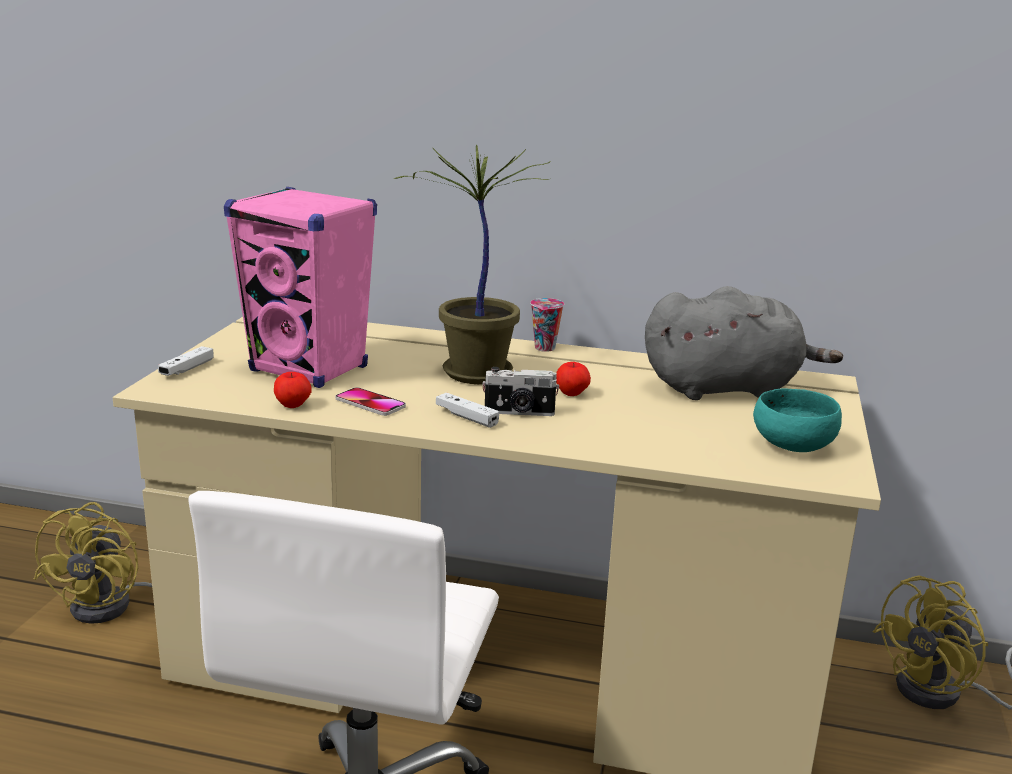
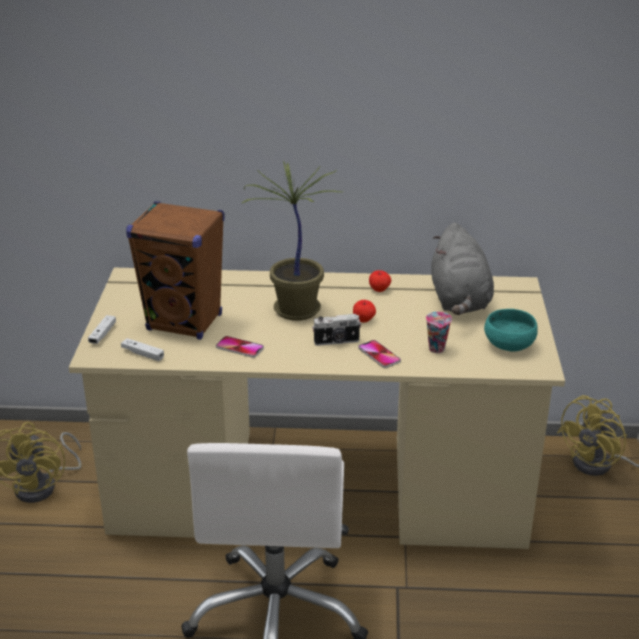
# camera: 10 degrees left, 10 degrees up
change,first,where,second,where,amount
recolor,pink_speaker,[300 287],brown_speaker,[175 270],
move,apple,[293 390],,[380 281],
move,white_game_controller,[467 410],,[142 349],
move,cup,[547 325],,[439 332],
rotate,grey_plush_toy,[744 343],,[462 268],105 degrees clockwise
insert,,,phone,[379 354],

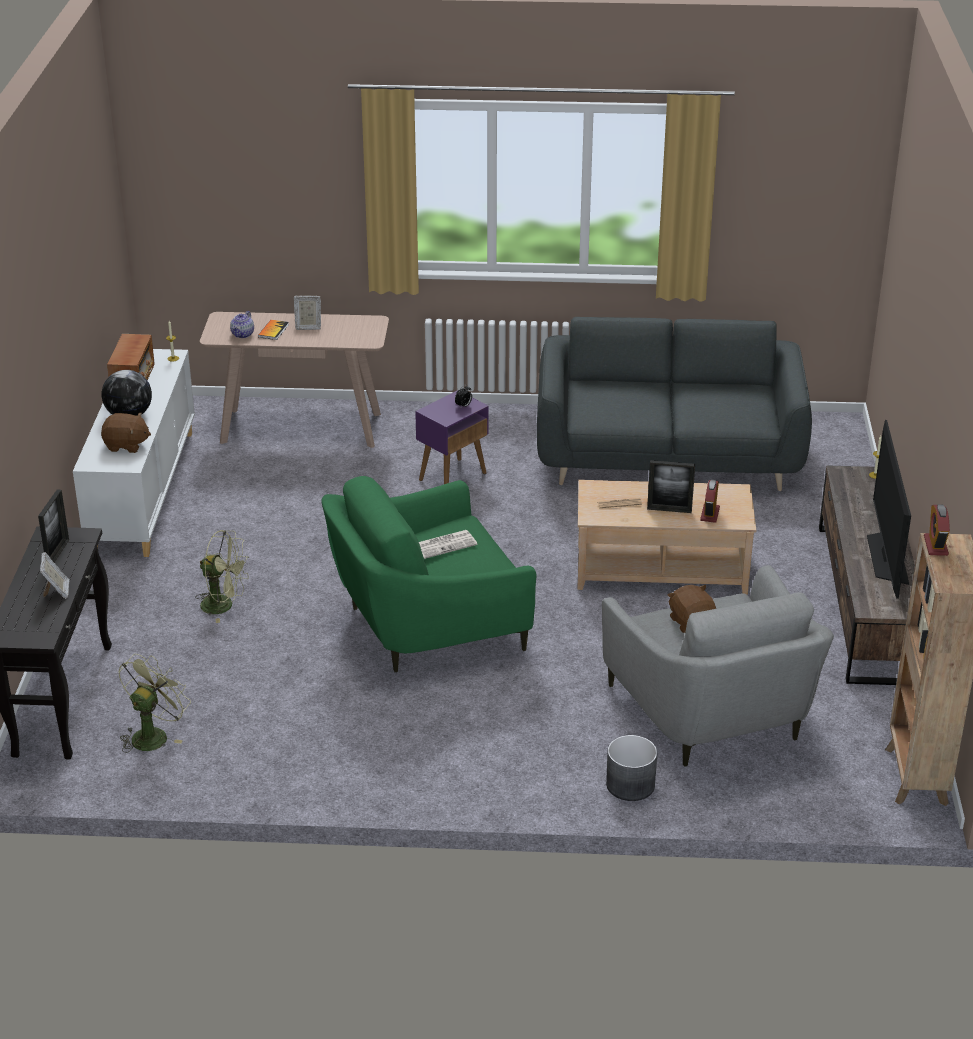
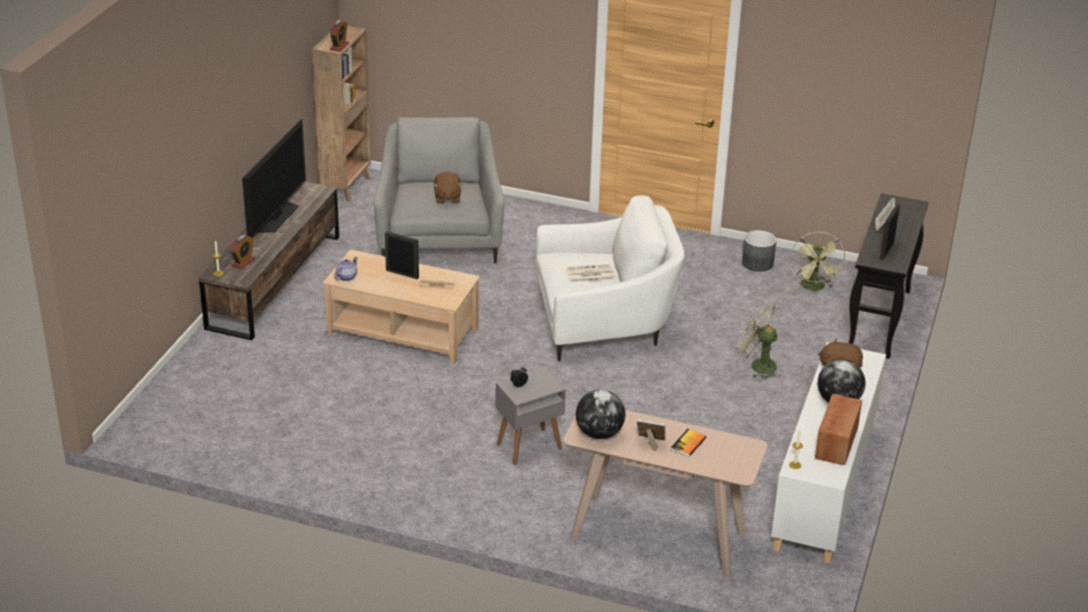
# camera: 165 degrees left, 0 degrees up
change,first,where,second,where,amount
rotate,green_fan,[154 703],,[817 261],45 degrees counterclockwise
move,teapot,[242 324],,[346 269],
recolor,green_armchair,[429 574],white_armchair,[610 279],
recolor,purple_side_table,[452 437],grey_side_table,[530 416],
delete,grey_sofa,[674 404],,,
move,grey_planter,[631 768],,[759 250],
move,alarm_clock,[710 501],,[242 252],
insert,,,globe,[600 414],

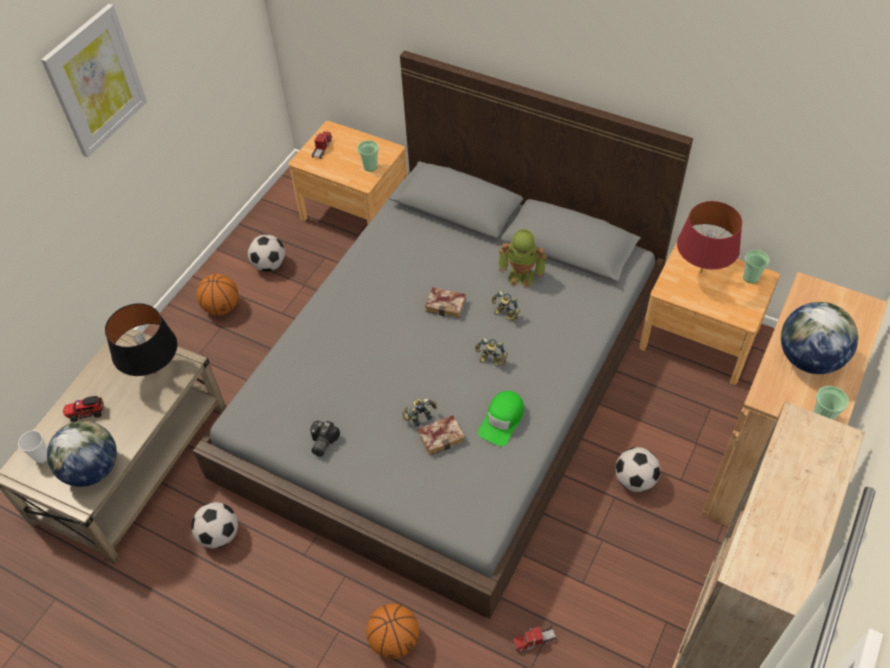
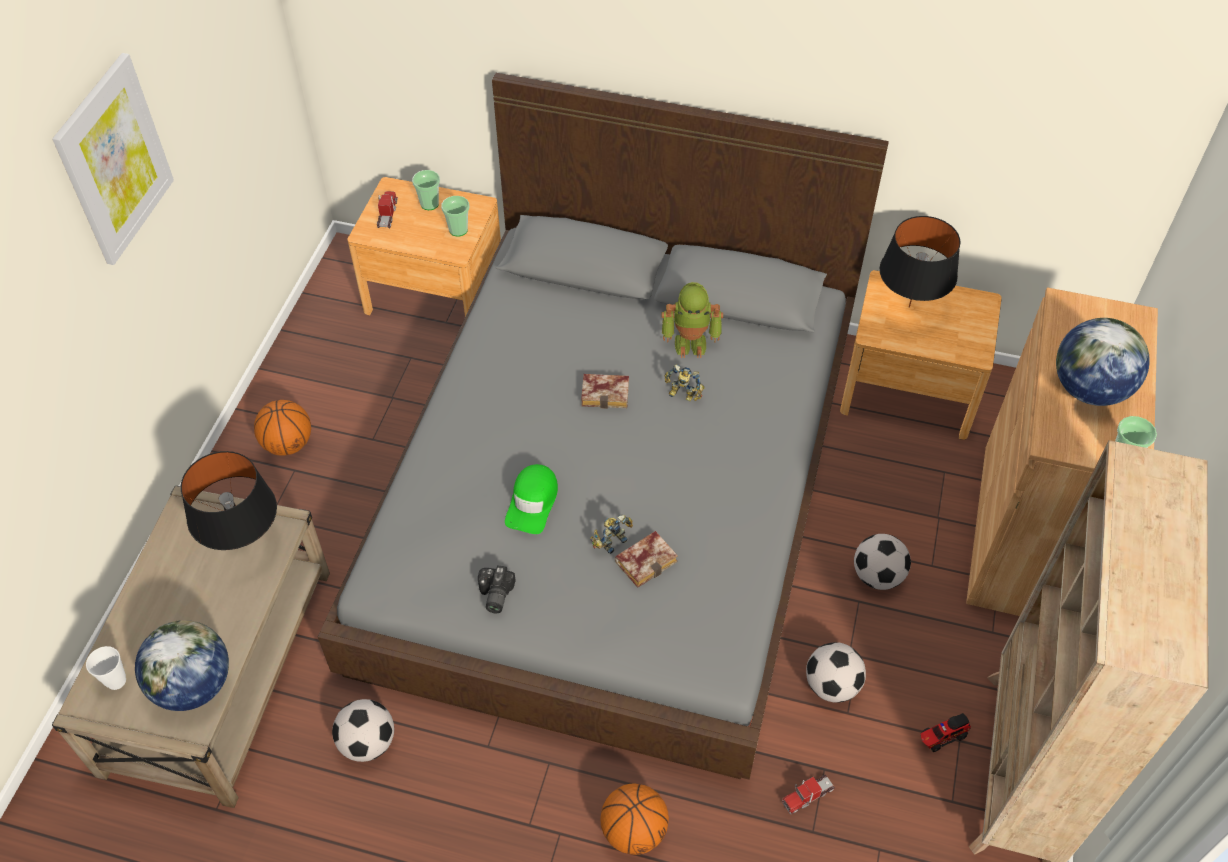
# camera: 15 degrees left, 0 degrees up
change,first,where,second,where,amount
move,toy_truck,[83 409],,[946 732],
move,football,[266 253],,[836 672],
delete,toy_robot,[491 352],,,
move,green_cap,[501 418],,[531 499],
recolor,red_table_lamp,[709 237],black_table_lamp,[920 262],
move,cup,[756 266],,[426 190],

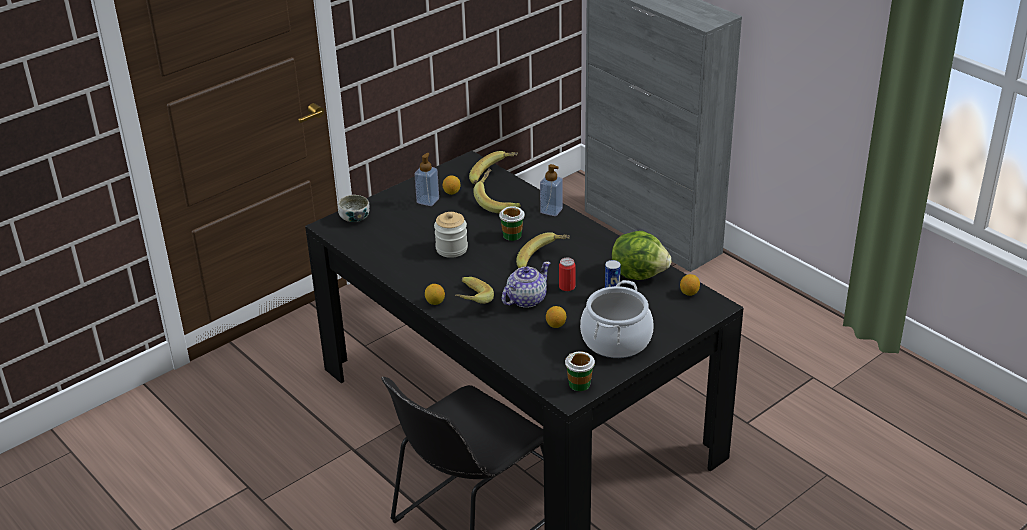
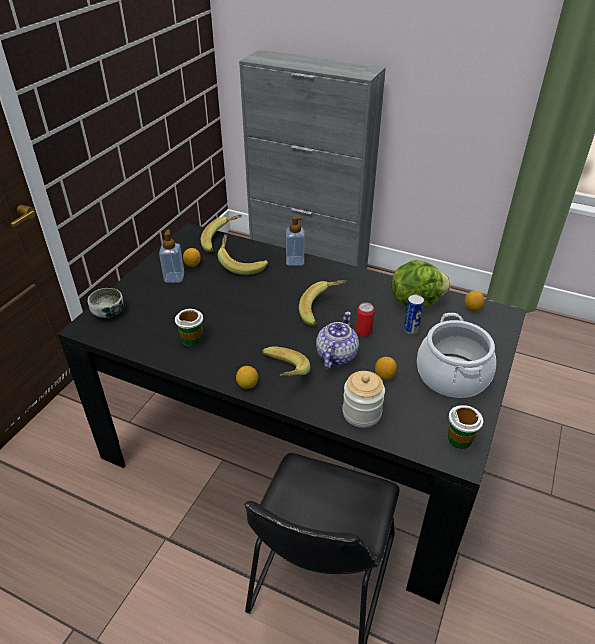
# camera: 25 degrees left, 5 degrees up
change,first,where,second,where,amount
move,jar,[451 235],,[363 399],
move,cup,[512 223],,[189 327],

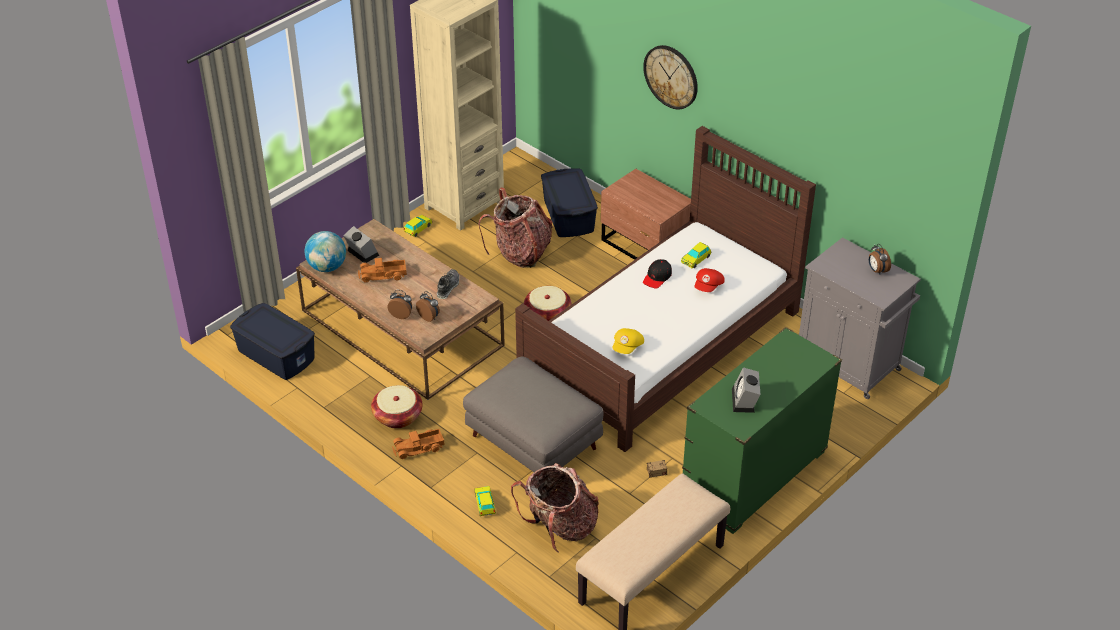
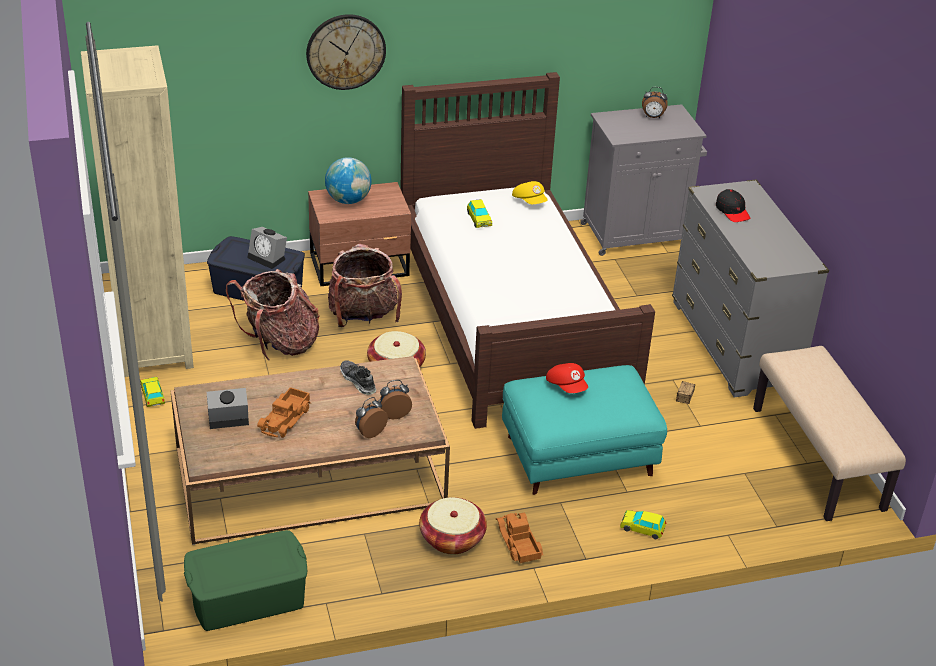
# camera: 60 degrees left, 5 degrees down
change,first,where,second,where,amount
recolor,blue_storage_box,[272 341],green_storage_box,[245 580],
move,globe,[325 251],,[348 180],
rotate,toy_truck,[418 444],,[519 538],150 degrees clockwise
recolor,grey_ottoman,[533 414],turquoise_ottoman,[584 430],
move,backpack,[555 507],,[365 285],
move,yellow_cap,[628 341],,[530 192],
move,black_cap,[657 274],,[733 205],
recolor,green_dresser,[762 430],grey_dresser,[750 288],
move,red_cap,[709 280],,[567 378],
move,alarm_clock,[746 390],,[267 248],

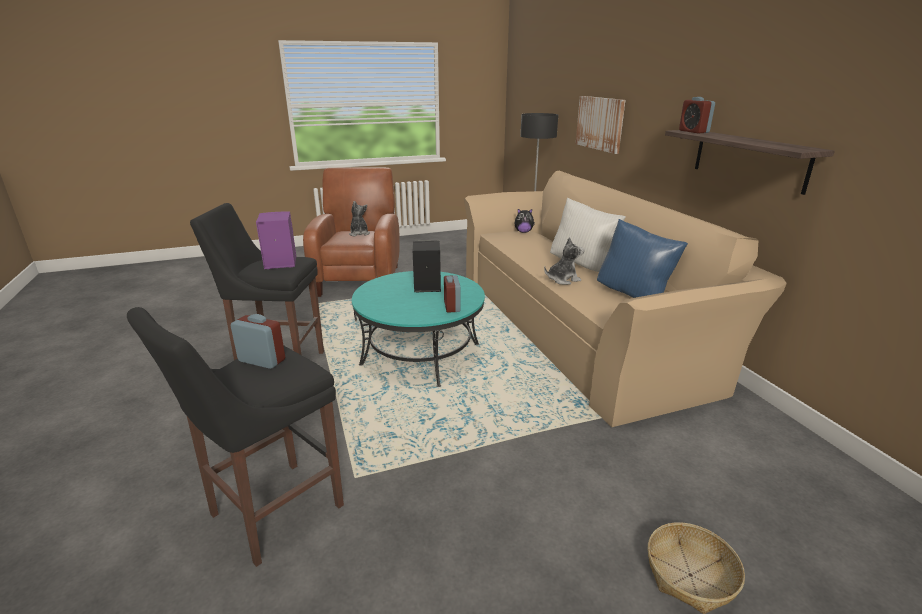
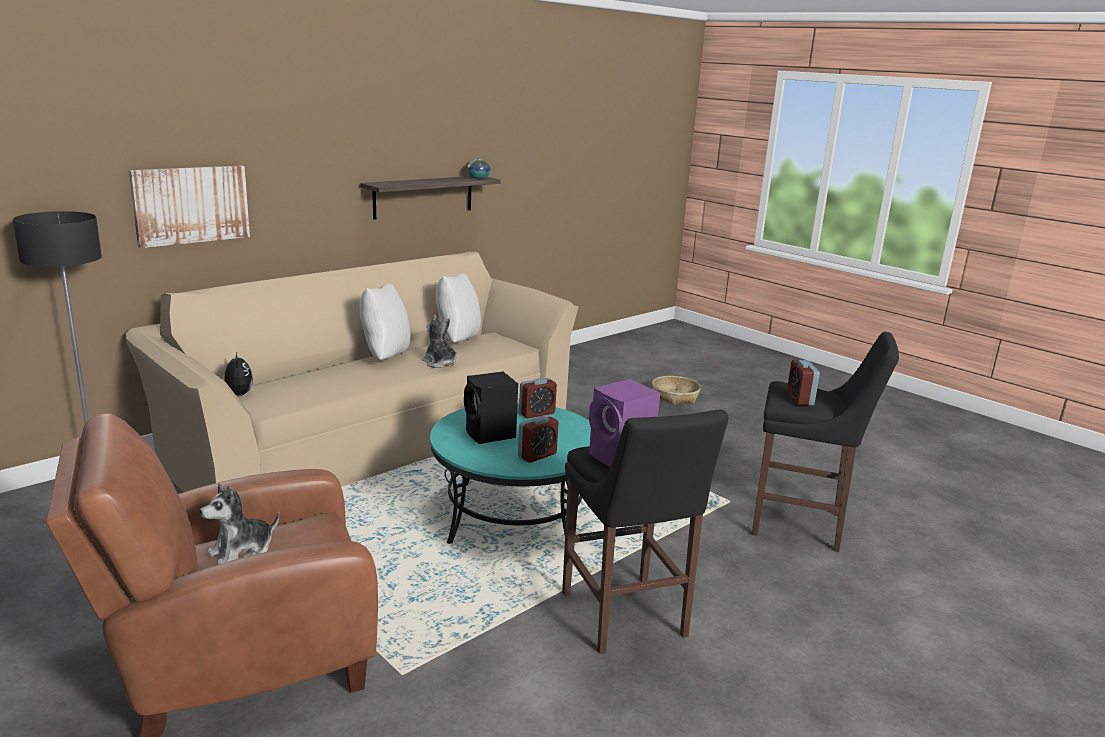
# camera: 115 degrees left, 5 degrees down
change,first,where,second,where,amount
recolor,blue_pillow,[642 258],white_pillow,[458 308],
move,alarm_clock,[697 115],,[538 439],
insert,,,vase,[479 168],

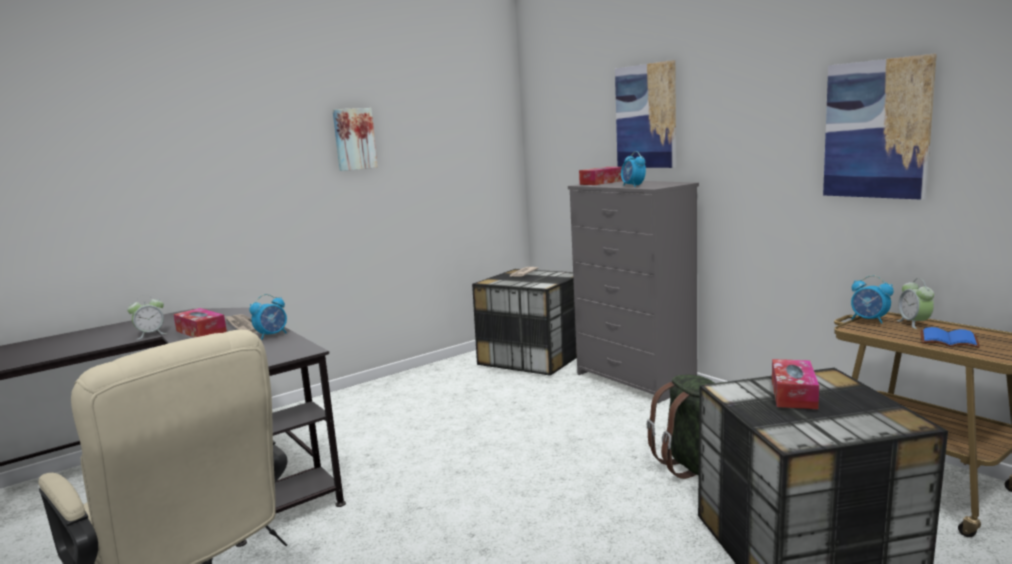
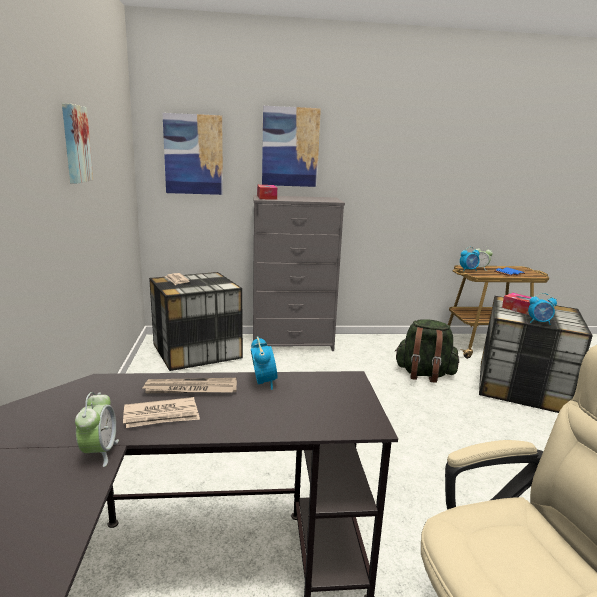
# camera: 60 degrees left, 5 degrees up
change,first,where,second,where,amount
replace,tissue_box,[200 323],newspaper,[161 412],
move,alarm_clock,[633 169],,[542 309],
move,picture,[880 127],,[192 154],

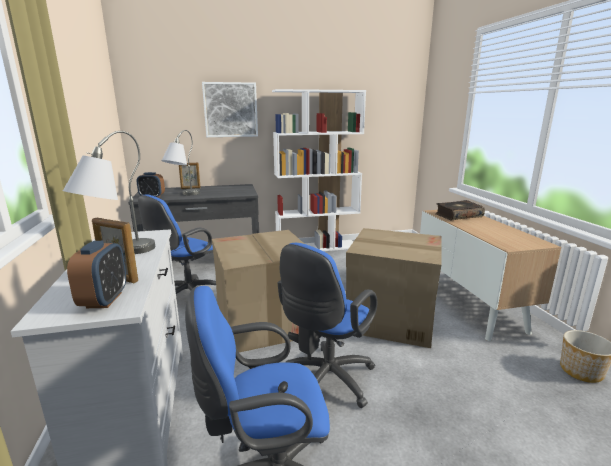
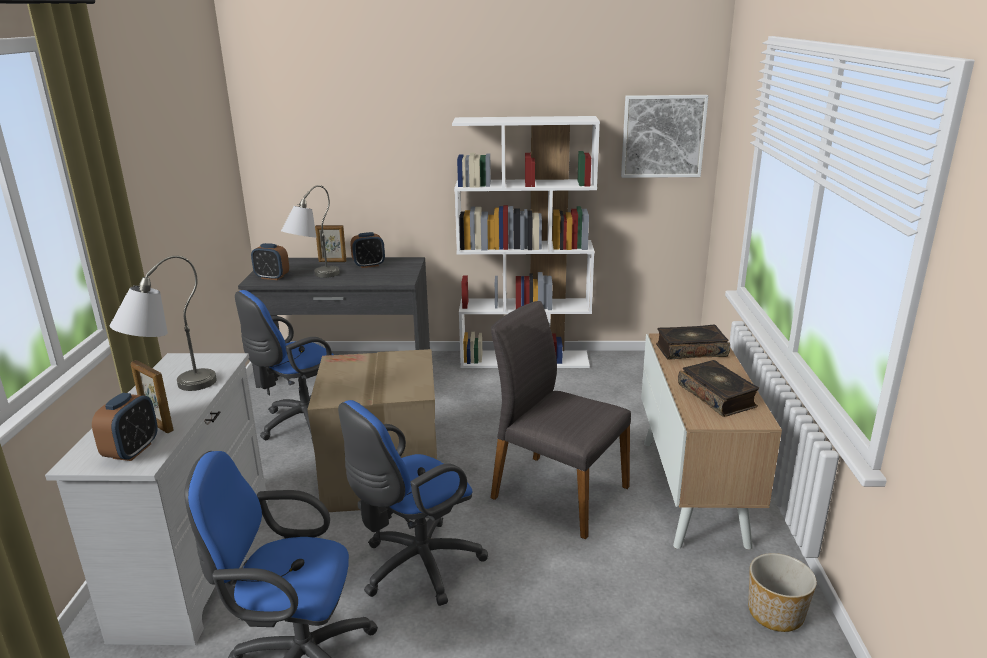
# camera: 15 degrees right, 5 degrees up
change,first,where,second,where,amount
move,picture,[230 109],,[664 136],
replace,cardboard_box,[394 288],grey_chair,[561 420],
insert,,,alarm_clock,[367 250],
insert,,,book,[718 388],

